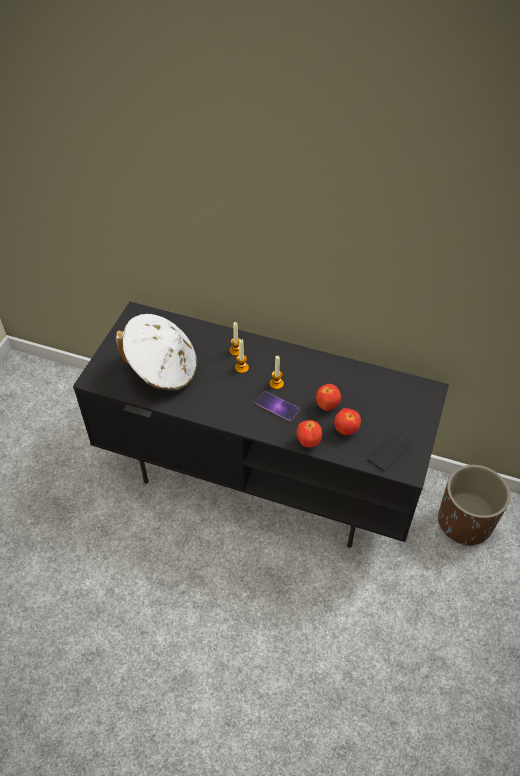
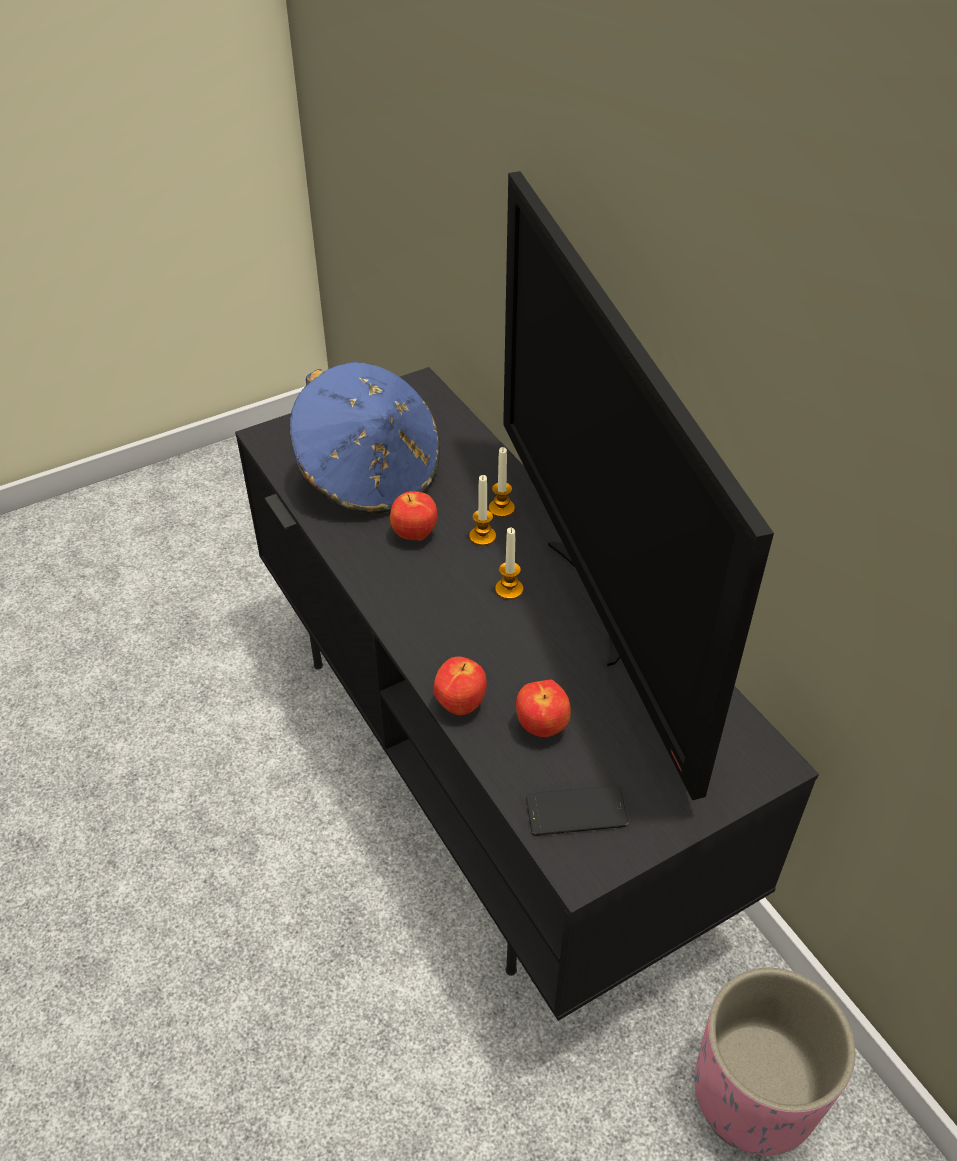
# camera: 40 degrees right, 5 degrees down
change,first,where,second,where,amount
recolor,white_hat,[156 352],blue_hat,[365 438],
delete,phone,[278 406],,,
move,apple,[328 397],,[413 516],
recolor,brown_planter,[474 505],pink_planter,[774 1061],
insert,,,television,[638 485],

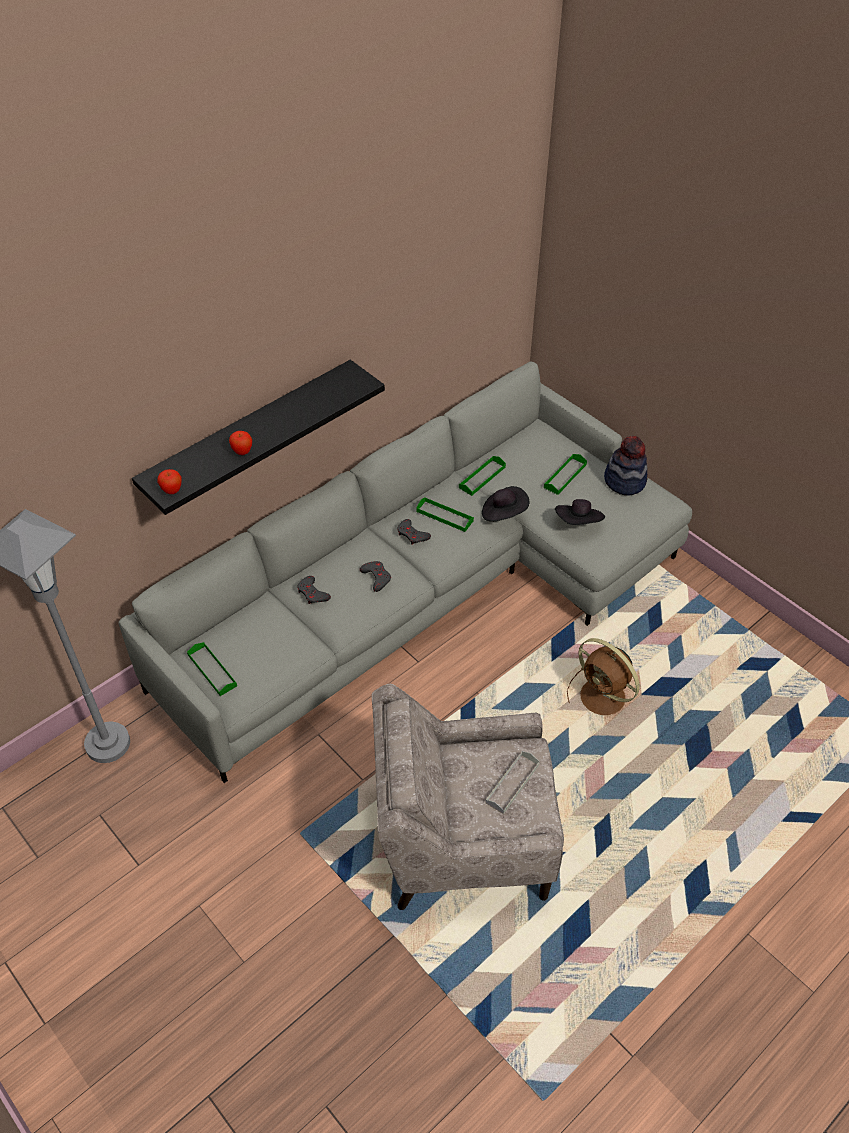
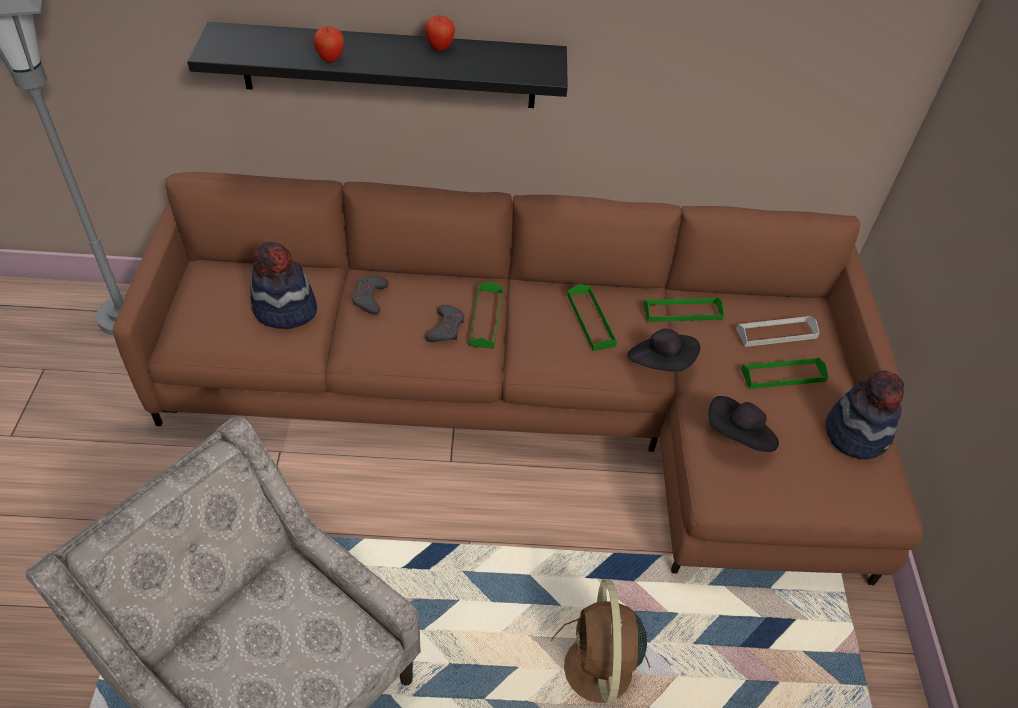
# camera: 40 degrees right, 0 degrees up
change,first,where,second,where,amount
recolor,grey_sofa,[405 572],brown_sofa,[518 378],
move,apple,[169 481],,[440 33],
move,green_tray,[212 669],,[486 315],
delete,grey_game_controller,[414 532],,,
move,grey_tray,[512 782],,[778 331],
insert,,,hat,[283 285],

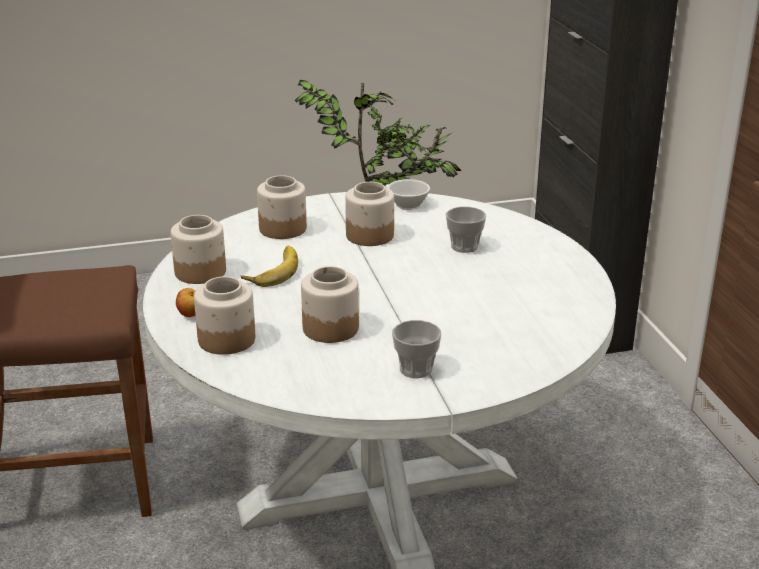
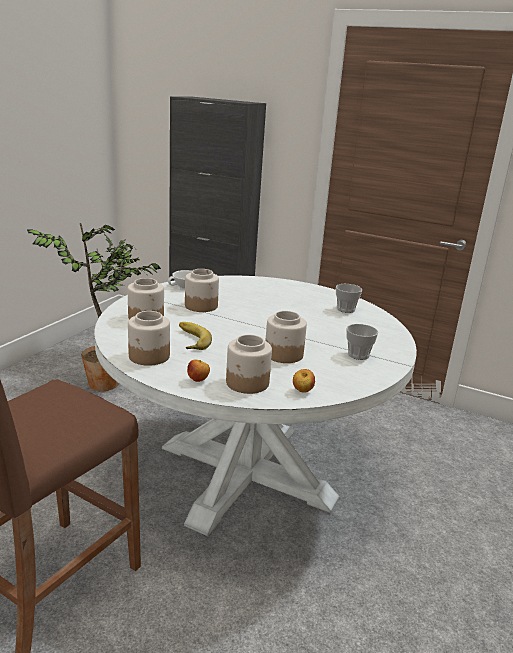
# camera: 50 degrees left, 5 degrees down
change,first,where,second,where,amount
move,cup,[466 230],,[349 298],
insert,,,apple,[304 381],

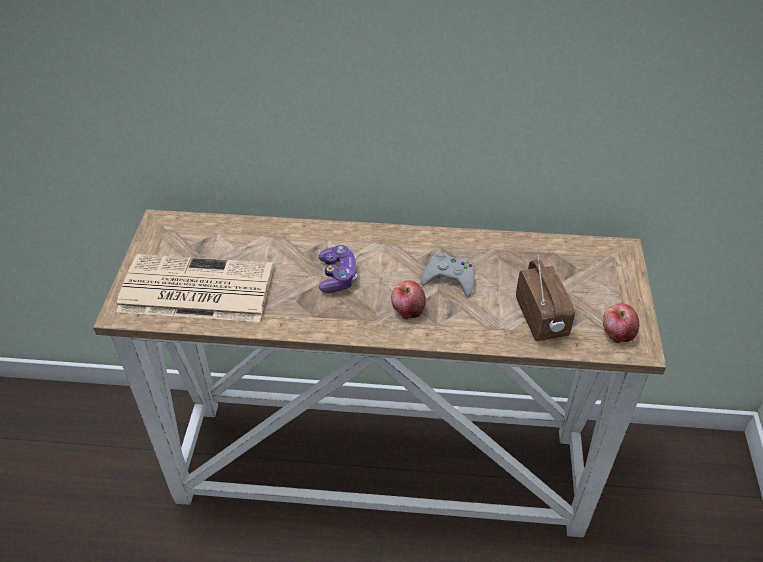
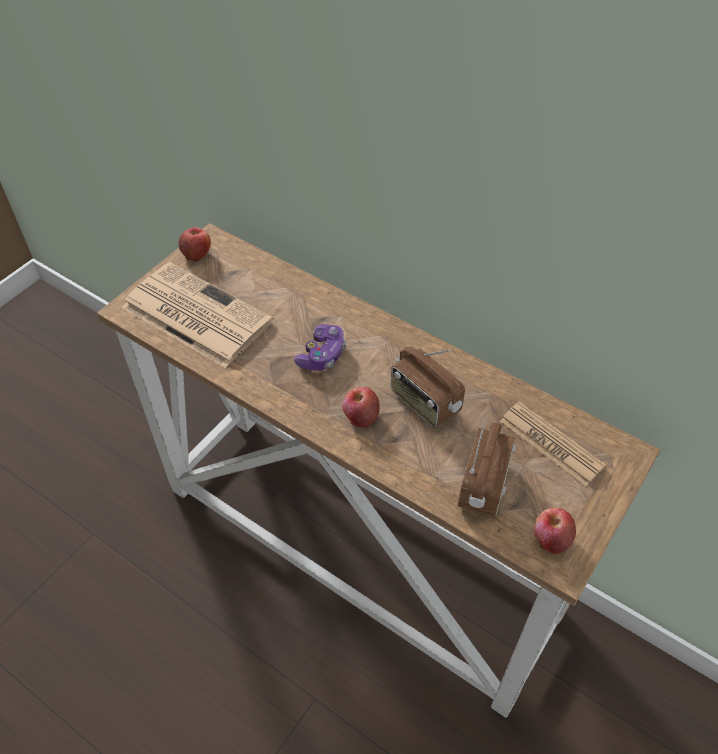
# camera: 30 degrees right, 5 degrees up
change,first,where,second,where,amount
replace,grey_game_controller,[447 275],radio,[428 387],
insert,,,apple,[195 244],
insert,,,newspaper,[552 444],

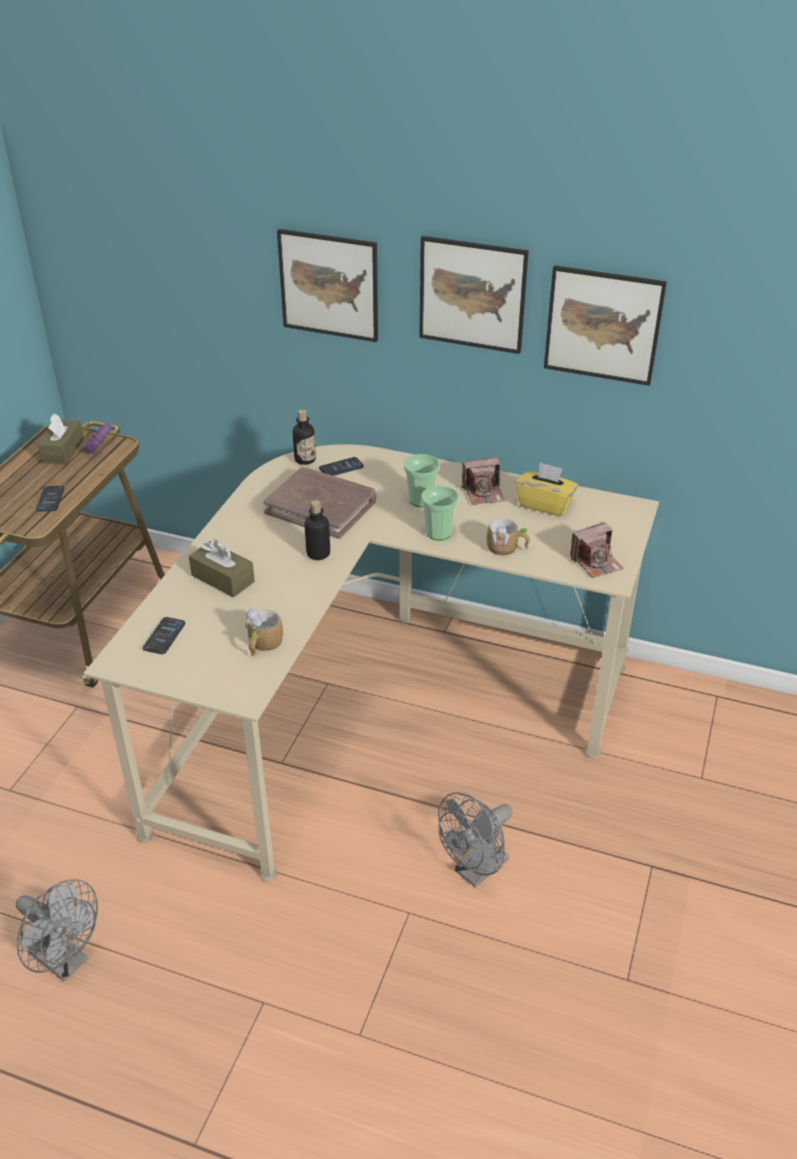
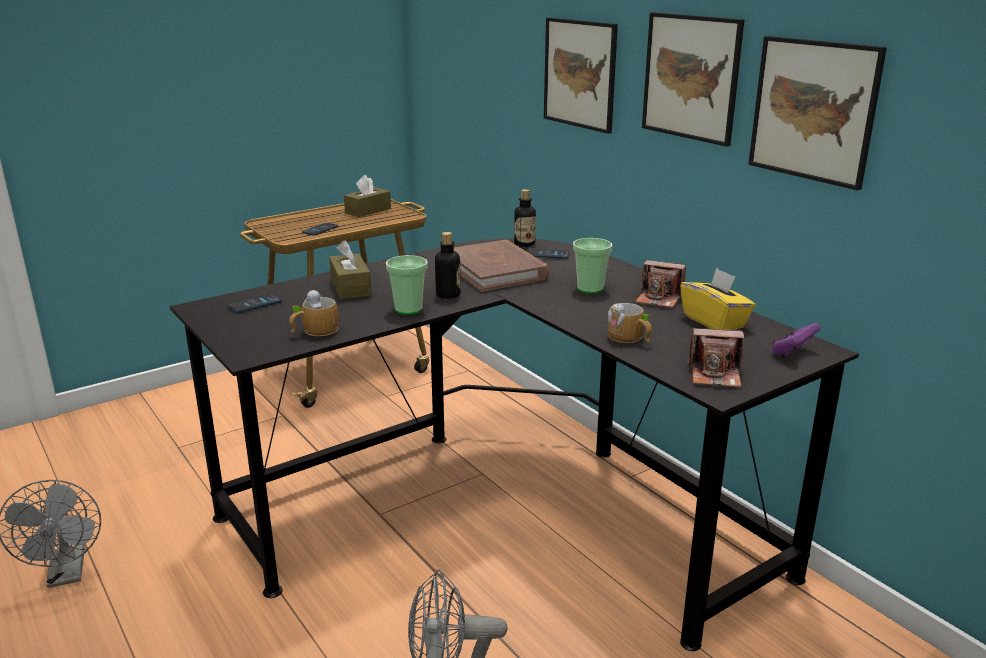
# camera: 35 degrees right, 15 degrees down
change,first,where,second,where,amount
move,purple_game_controller,[97 438],,[796 339],
recolor,beige_desk,[371 663],black_desk,[514 444],
move,cup,[440 513],,[407 285],

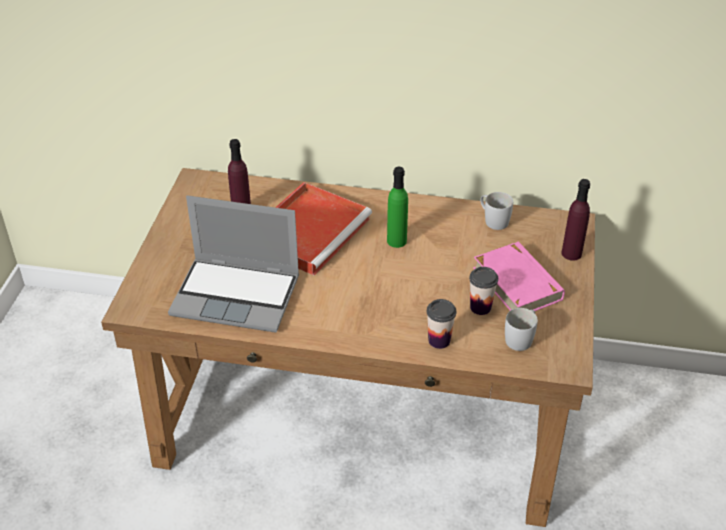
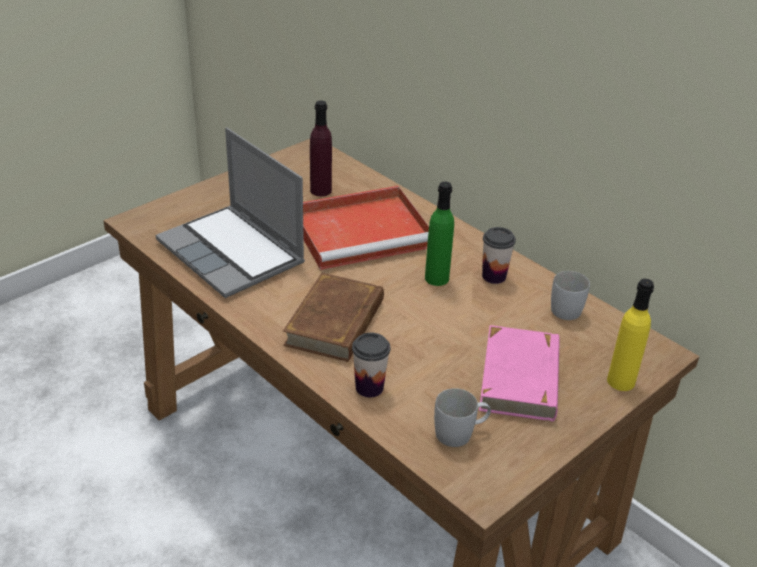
# camera: 35 degrees right, 5 degrees down
change,first,where,second,where,amount
move,cup,[483 291],,[499 255],
recolor,purple_bottle,[576 220],yellow_bottle,[630 335],
insert,,,brown_book,[333 317],

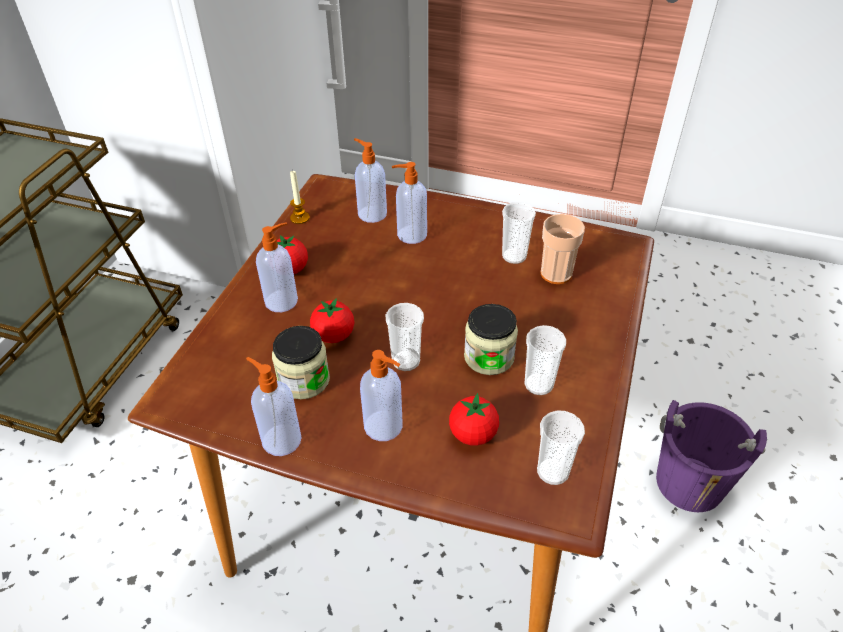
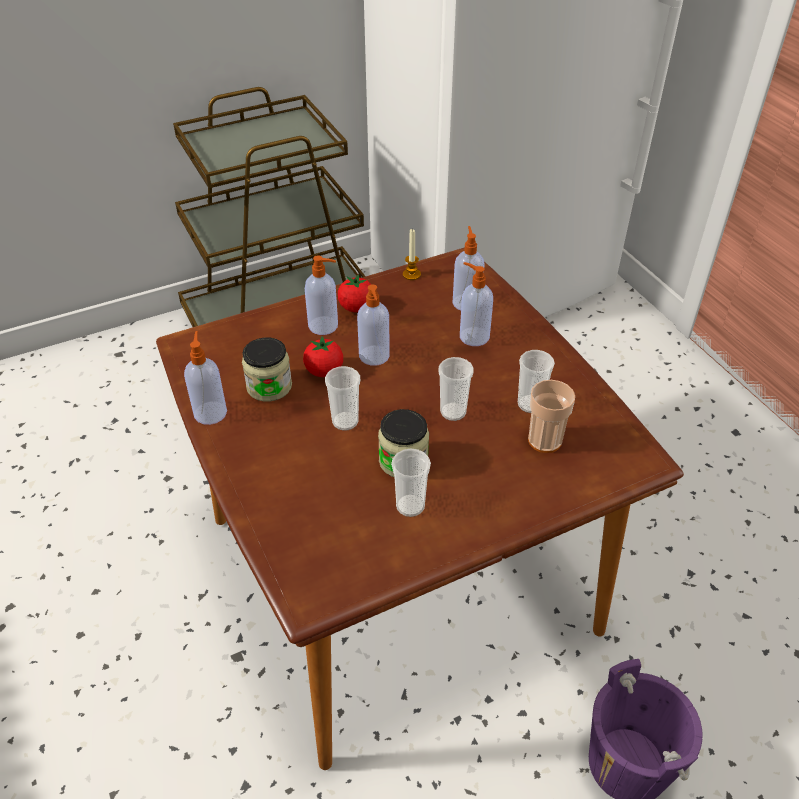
# camera: 45 degrees right, 0 degrees up
change,first,where,second,where,amount
move,soap_dispenser,[381 395],,[373 325],
delete,tomato,[474 419],,,
move,cup,[561 447],,[456 389],

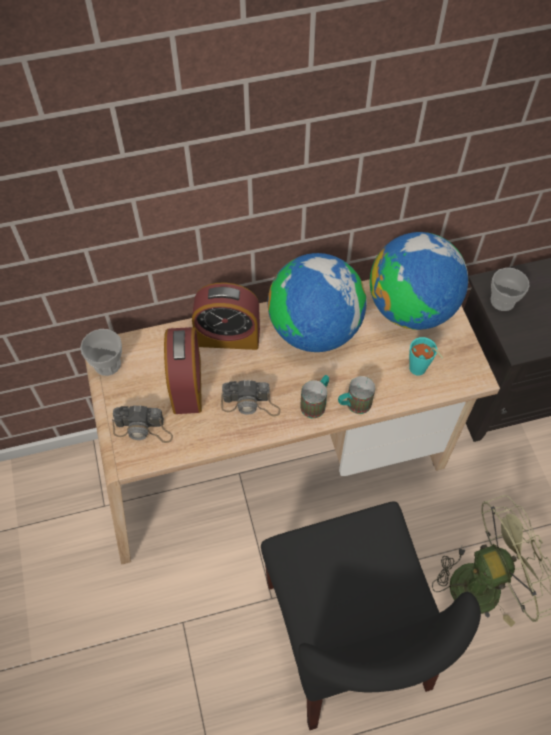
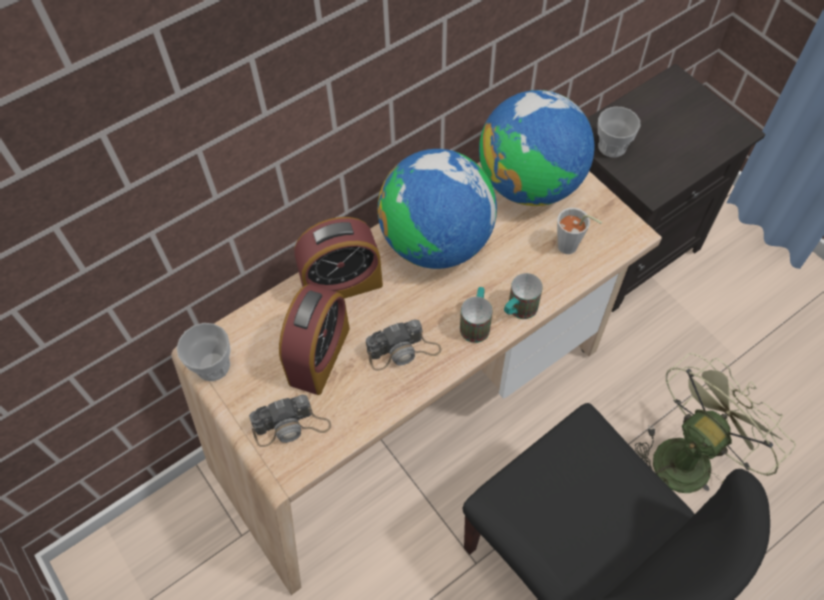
# camera: 20 degrees left, 0 degrees up
change,first,where,second,where,amount
rotate,alarm_clock,[183 370],,[314 339],45 degrees clockwise
recolor,turquoise_cup,[426 356],grey_cup,[579 231],

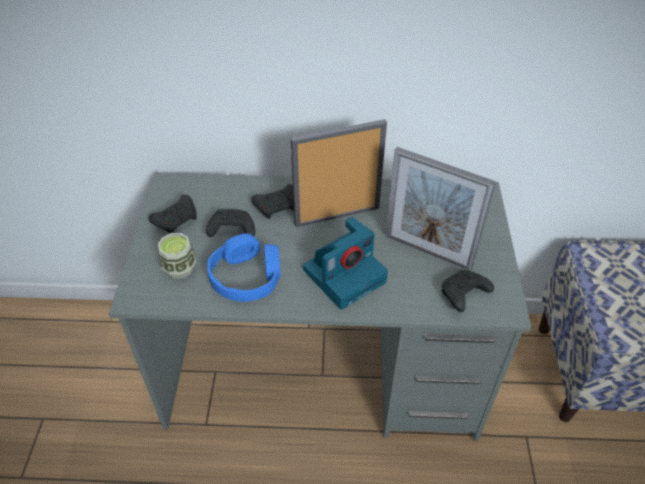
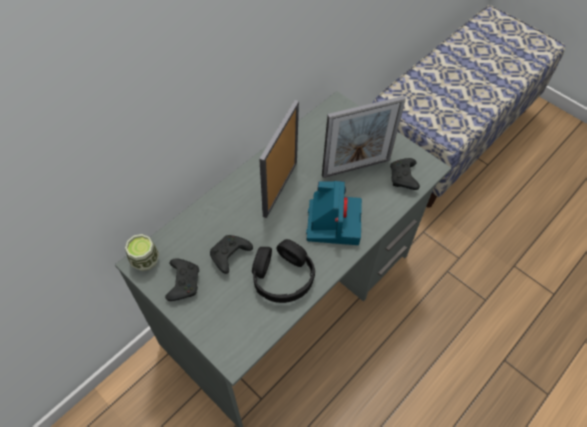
# camera: 50 degrees left, 10 degrees up
change,first,where,second,where,amount
move,cup,[177 255],,[142 252],
recolor,blue_headphones,[244 267],black_headphones,[283 271],
delete,black_game_controller,[272 201],,,

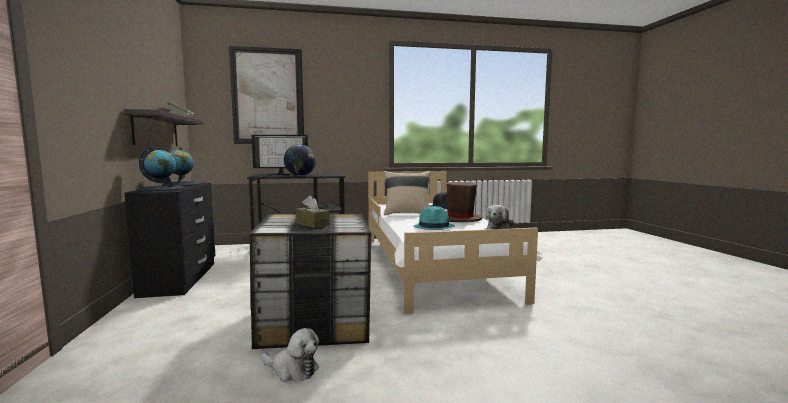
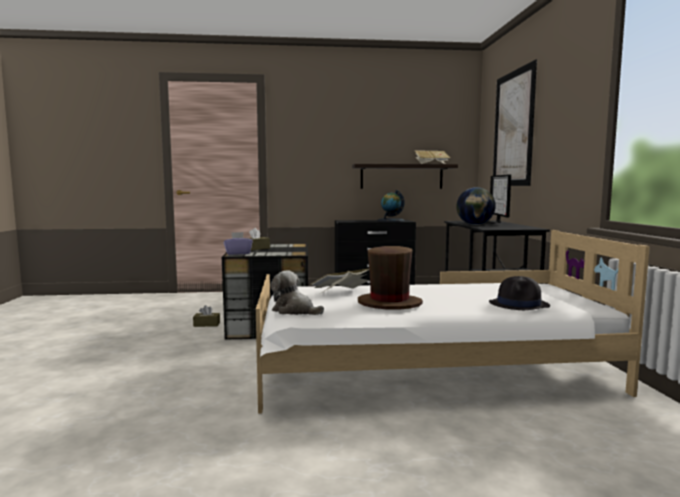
# camera: 95 degrees right, 0 degrees up
change,first,where,second,where,amount
delete,globe,[161 168],,,
replace,plush_toy,[290 355],brown_tissue_box,[206 316],
delete,beige_pillow,[407 193],,,
replace,turquoise_hat,[434 218],book,[340 281],
insert,,,purple_tissue_box,[238 243],

